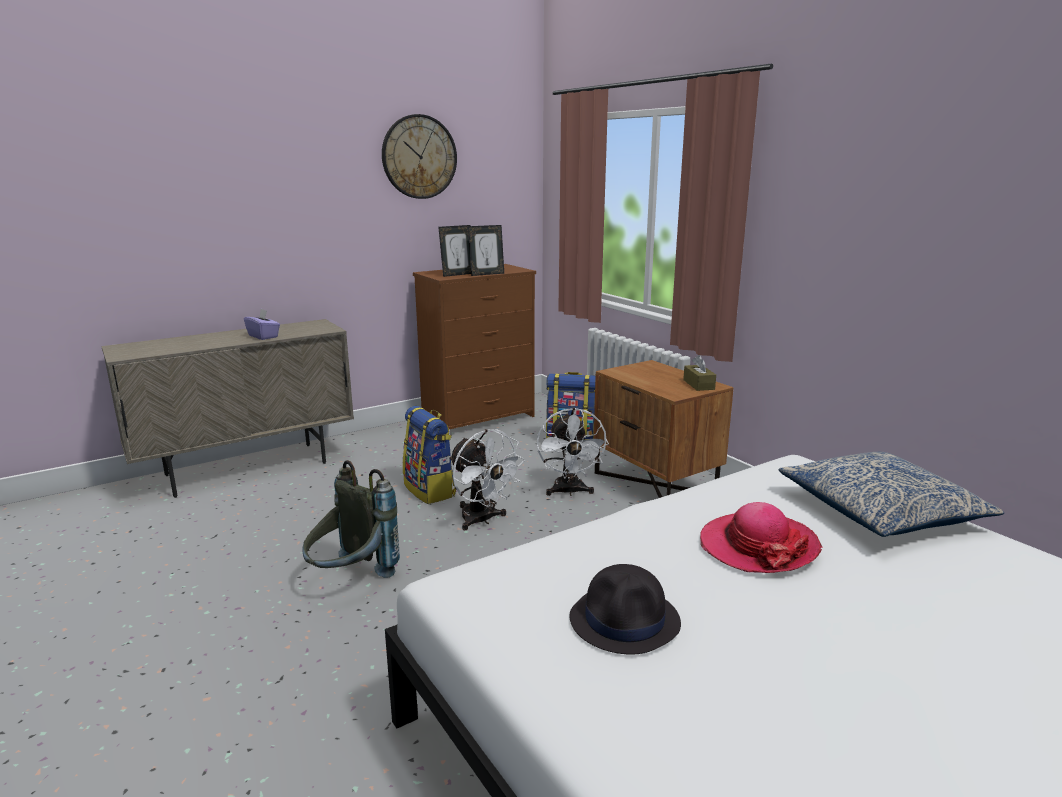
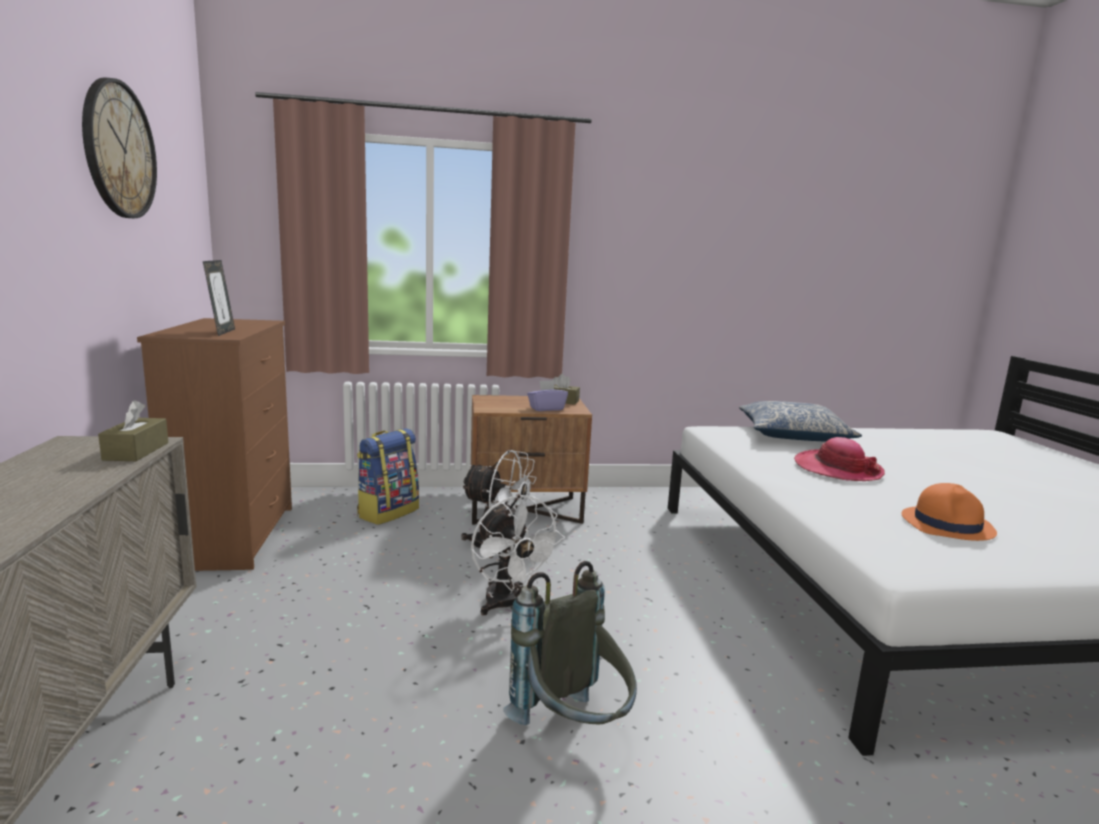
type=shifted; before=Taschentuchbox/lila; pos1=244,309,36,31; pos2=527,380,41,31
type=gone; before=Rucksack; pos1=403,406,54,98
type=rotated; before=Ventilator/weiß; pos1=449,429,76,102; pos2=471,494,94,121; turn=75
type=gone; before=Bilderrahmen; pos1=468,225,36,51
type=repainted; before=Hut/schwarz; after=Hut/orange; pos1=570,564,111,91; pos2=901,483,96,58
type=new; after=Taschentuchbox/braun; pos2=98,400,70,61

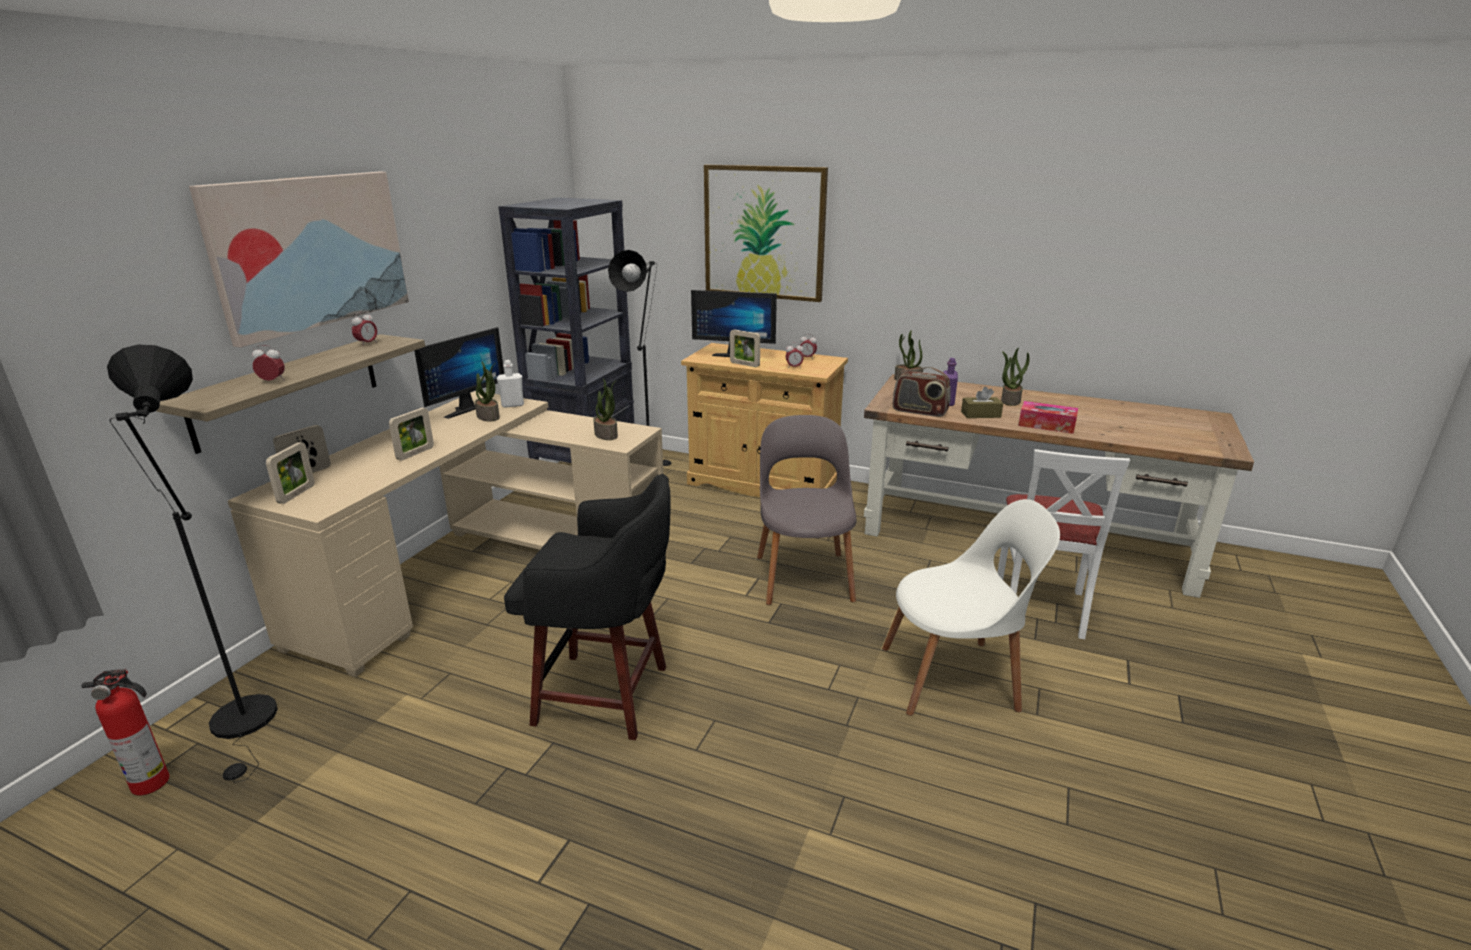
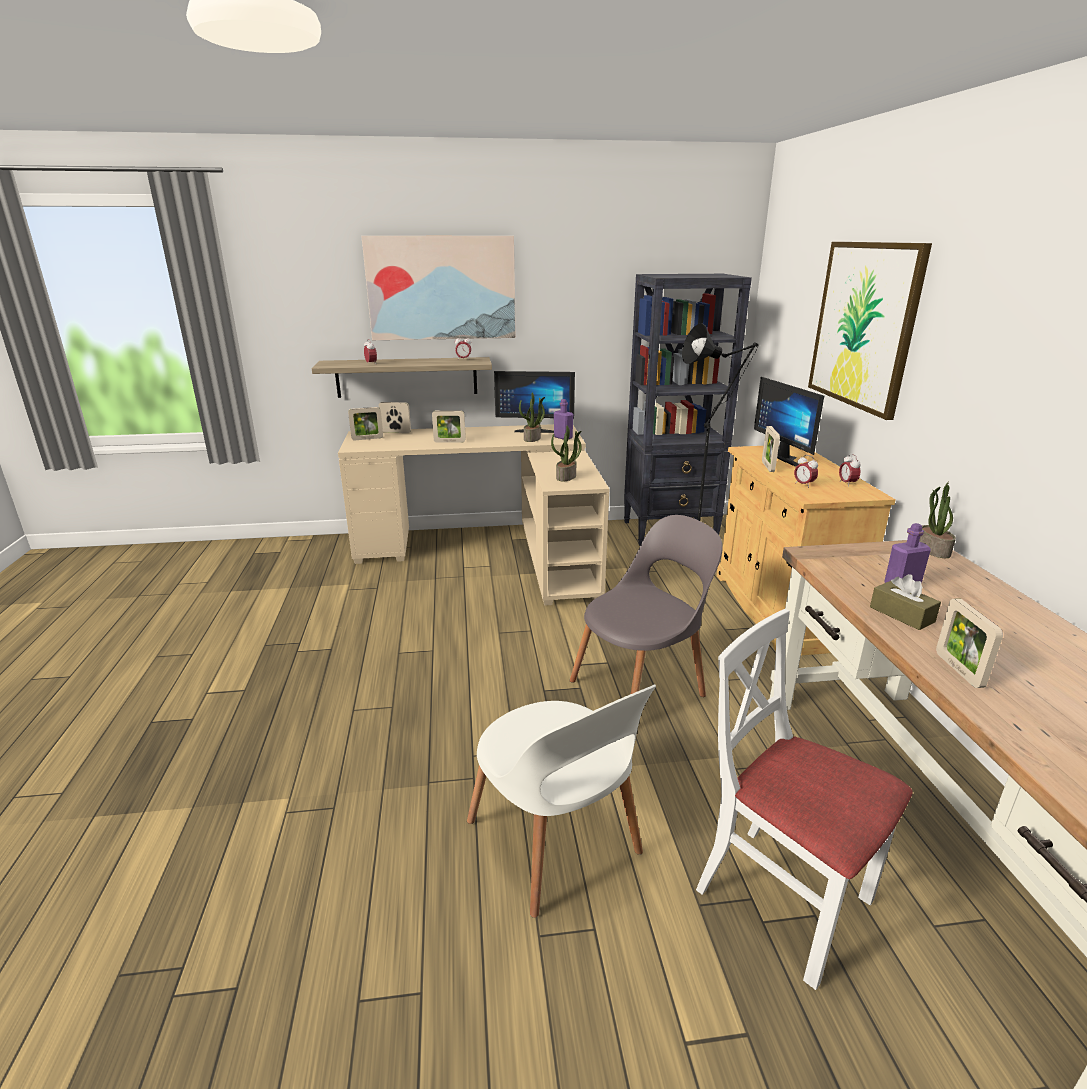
type=gone; before=Feuerlöscher; pos1=81,669,88,127
type=gone; before=Stehlampe/schwarz; pos1=107,345,171,437
type=repainted; before=Flasche/weiß; after=Flasche/lila; pos1=497,360,27,48; pos2=554,399,19,41
type=gone; before=Hocker/schwarz; pos1=504,474,167,266
type=gone; before=Radio; pos1=893,367,57,50
type=rotated; before=Stuhl/weiß; pos1=997,449,133,190; pos2=696,609,217,381; turn=60
type=gone; before=Topfpflanze; pos1=1001,348,29,58
type=swapped; before=Taschentuchbox; after=Bilderrahmen; pos1=1019,401,59,33; pos2=936,599,67,89

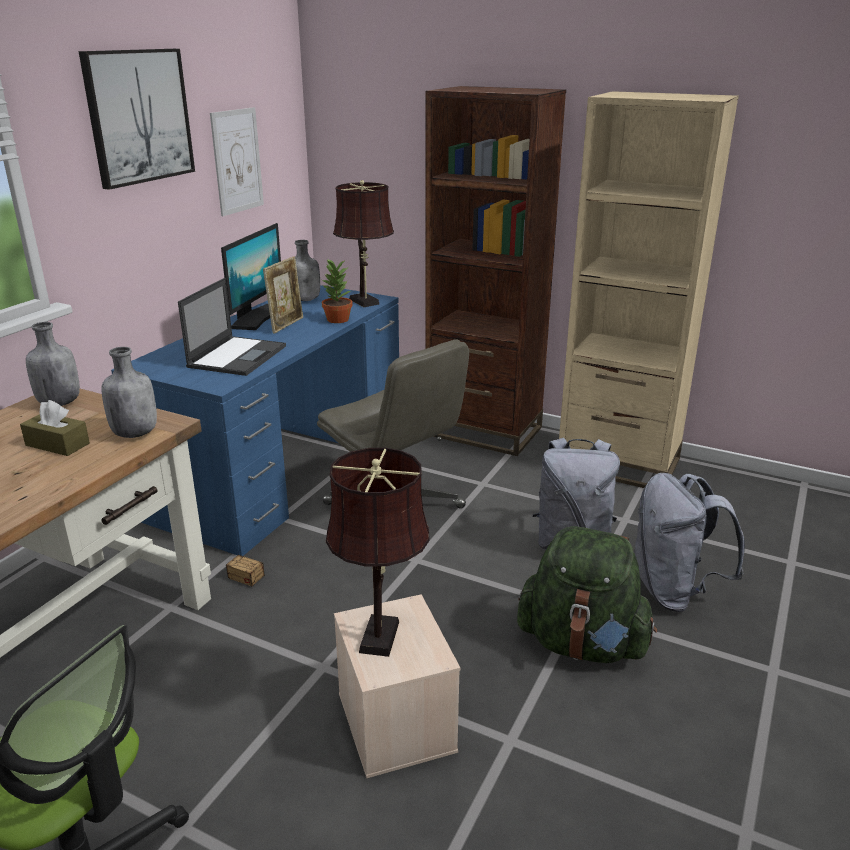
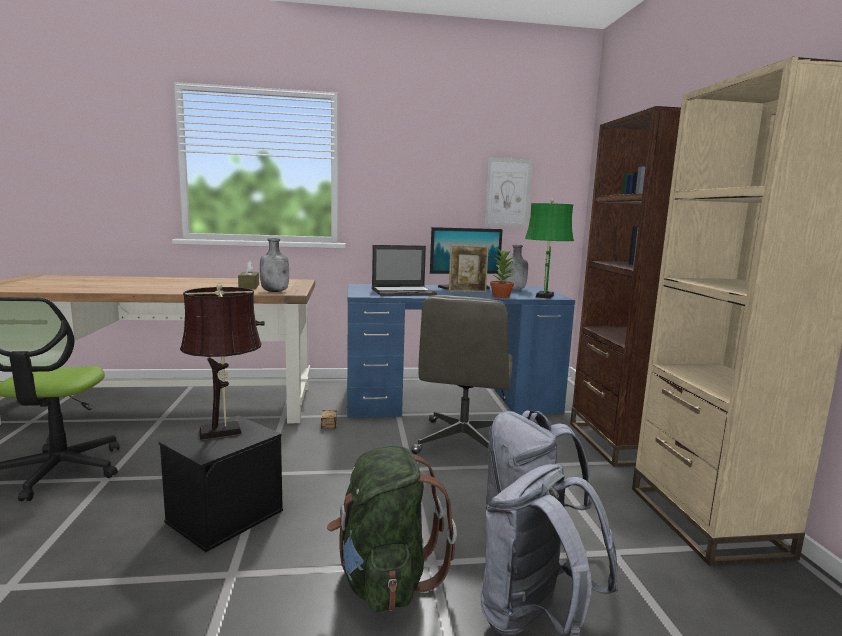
type=gone; before=Flasche/grau; pos1=26,322,54,84
type=gone; before=Bild; pos1=79,49,116,141
type=repainted; before=Tischlampe/braun; after=Tischlampe/grün; pos1=333,180,61,127; pos2=525,199,49,100
type=repainted; before=Aufbewahrungsbox/beige; after=Aufbewahrungsbox/schwarz; pos1=334,594,126,184; pos2=159,415,124,137

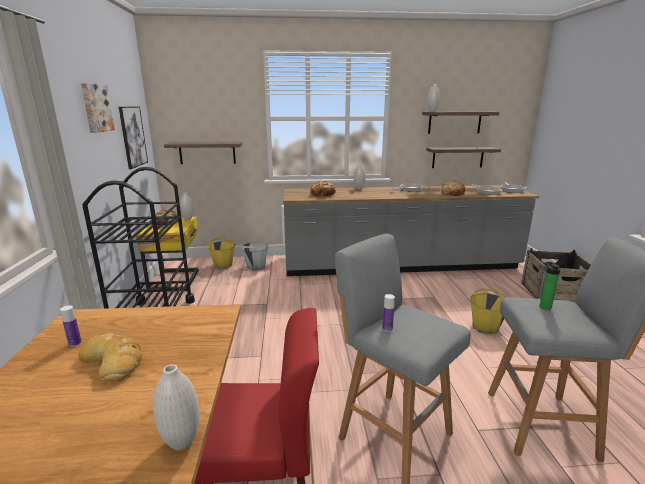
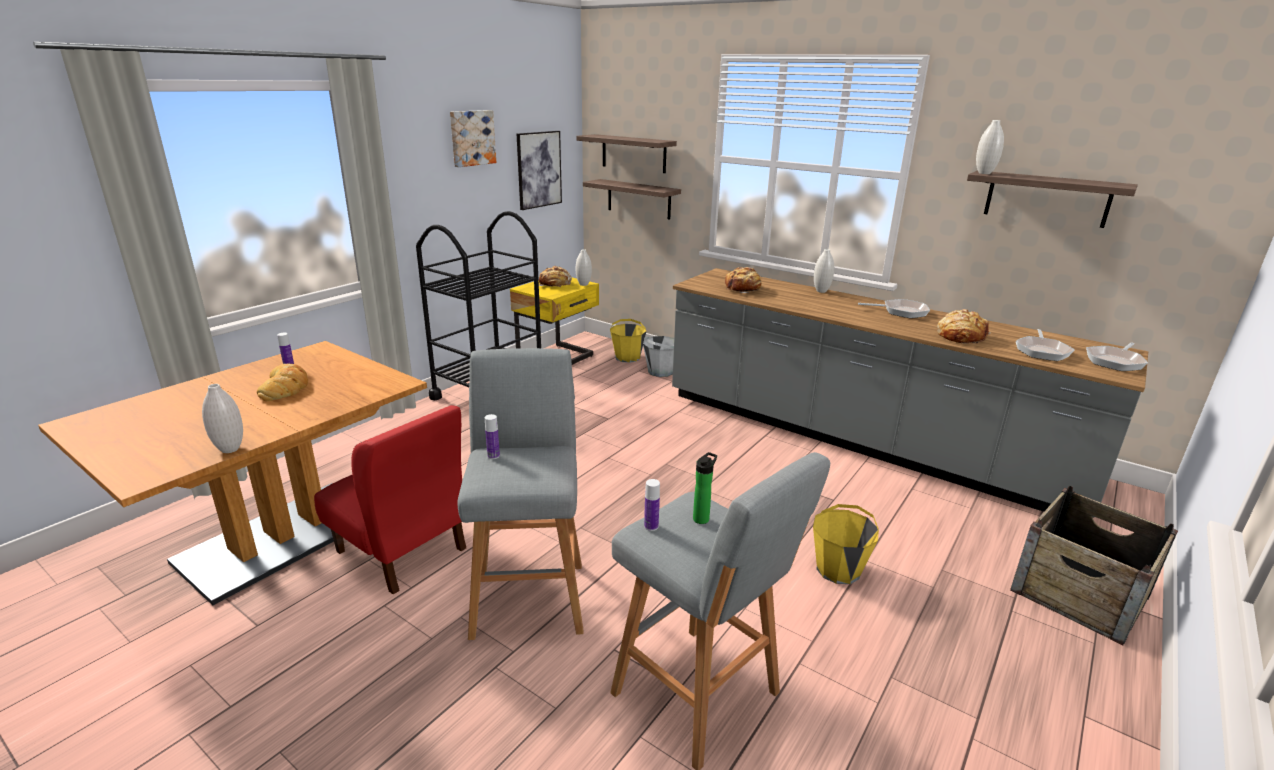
type=shifted; before=Wandregal; pos1=426,147,75,21; pos2=576,134,101,39
type=new; after=Flasche; pos2=644,479,16,52

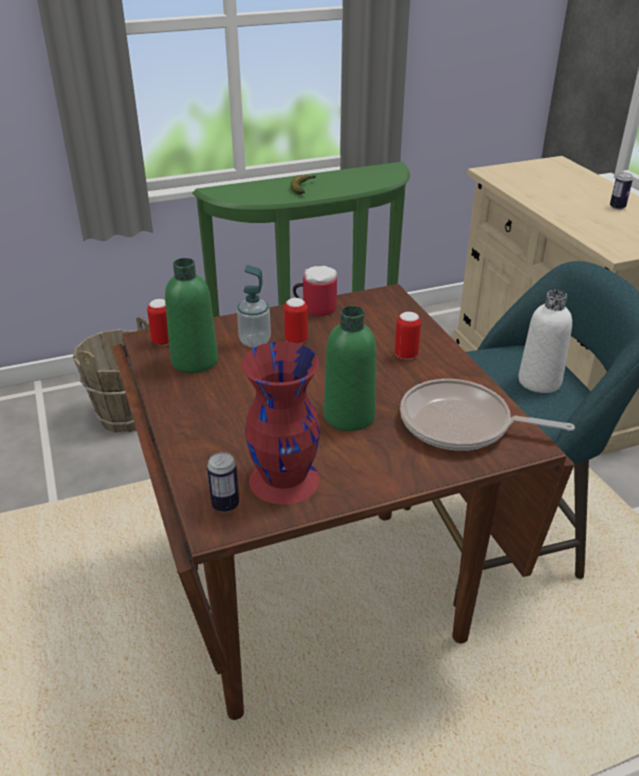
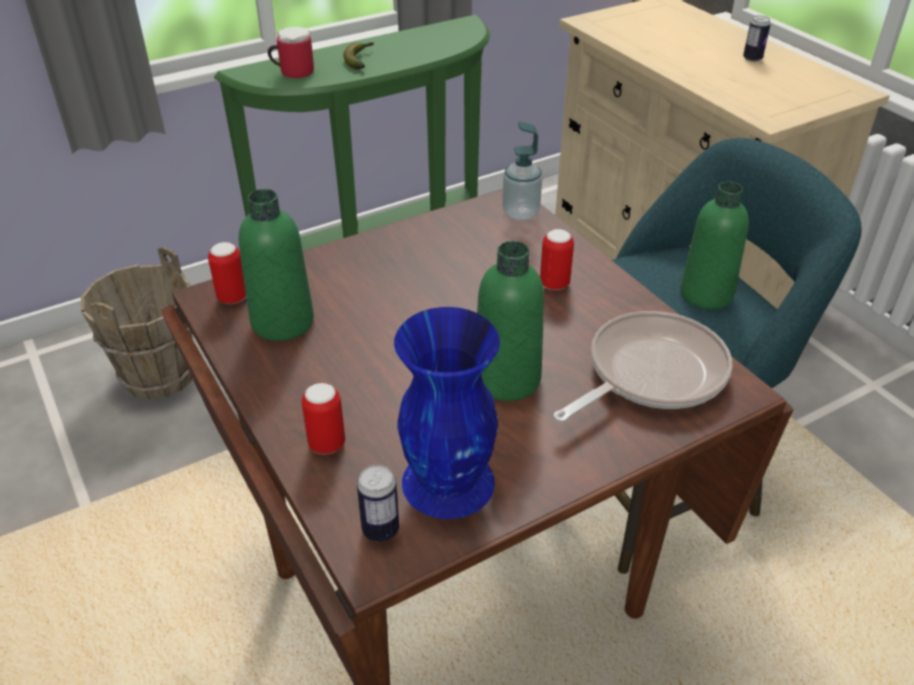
type=shifted; before=Seifenspender; pos1=237,265,34,83; pos2=502,121,41,100
type=repainted; before=Vase/rot; after=Vase/blau; pos1=241,341,79,164; pos2=394,307,106,212
type=shifted; before=Dose; pos1=284,298,24,46; pos2=301,383,44,71
type=shifted; before=Henkelbecher; pos1=293,266,44,50; pos2=268,27,46,51
type=rotated; before=Pfanne; pos1=400,379,175,72; pos2=553,311,180,112; turn=135
type=repainted; before=Flasche/weiß; after=Flasche/grün; pos1=518,290,54,103; pos2=680,182,69,127

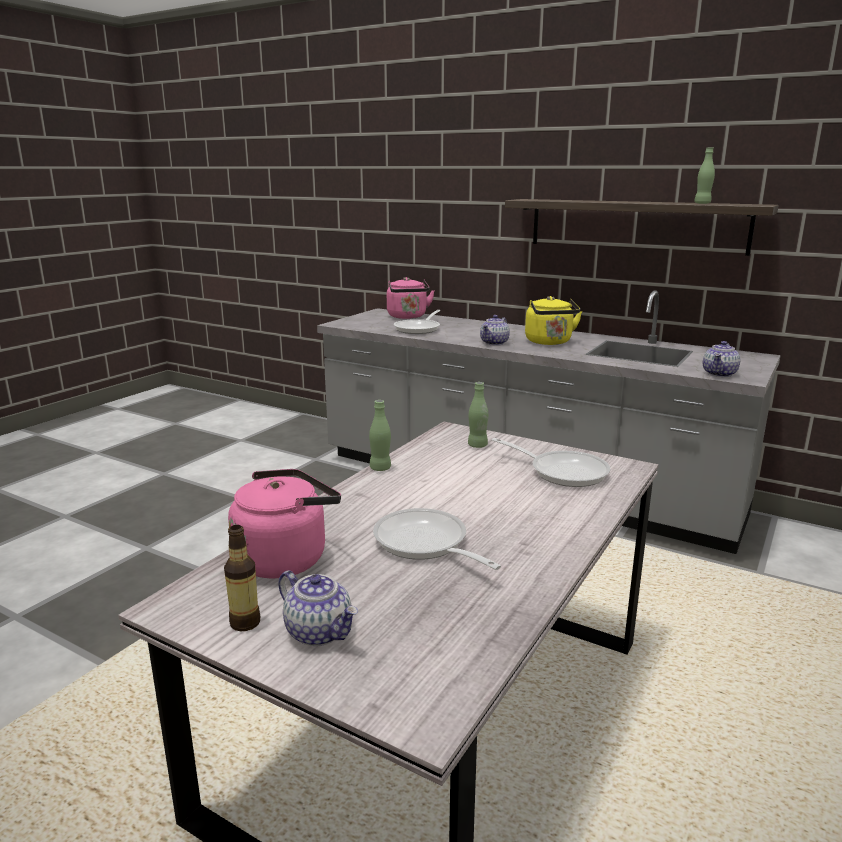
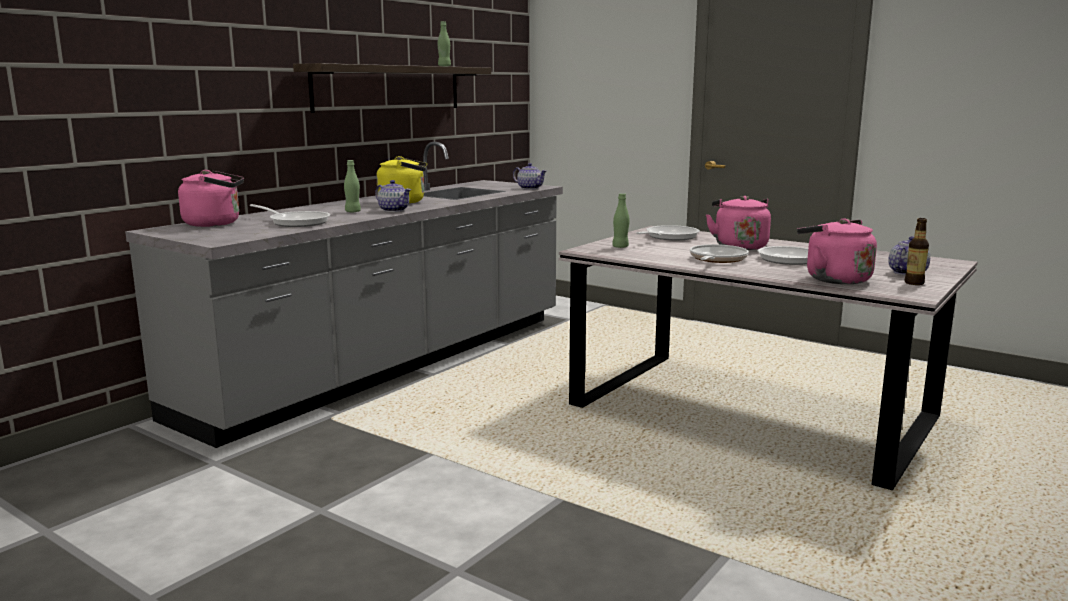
type=shifted; before=Flasche/grün; pos1=369,400,22,71; pos2=344,160,17,52
type=new; after=Pfanne; pos2=690,244,59,19
type=new; after=Wasserkessel/rosa; pos2=706,196,65,54

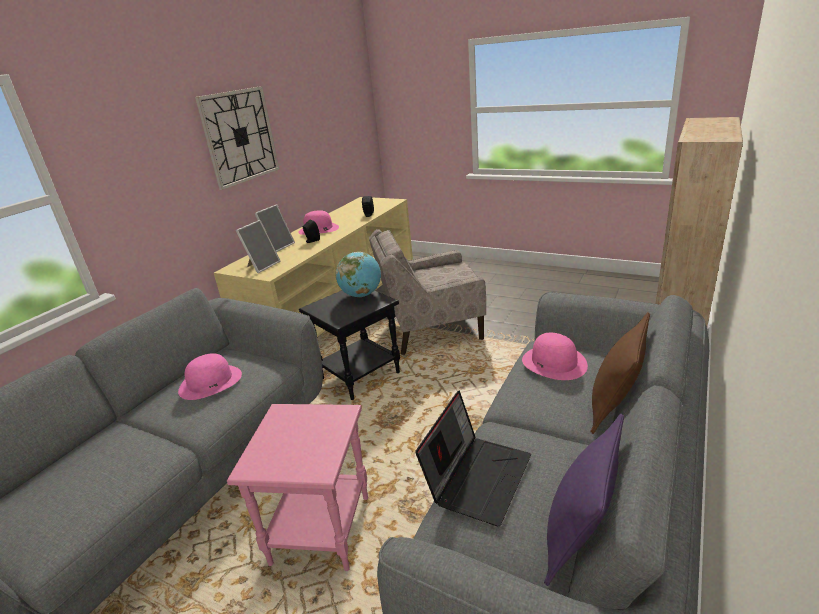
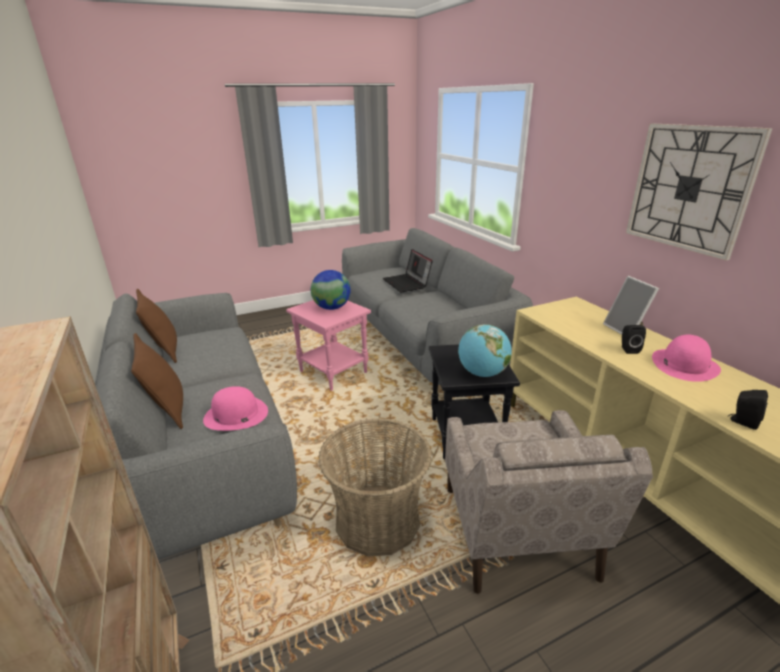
type=gone; before=Hut/rosa; pos1=178,353,64,47
type=gone; before=Bilderrahmen; pos1=236,220,45,53
type=rotated; before=Sessel/beige; pos1=369,229,117,126; pos2=445,410,208,184; turn=150
type=shifted; before=Laptop; pos1=415,390,116,136; pos2=383,249,49,44
type=repainted; before=Kissen/lila; after=Kissen/braun; pos1=544,414,80,172; pos2=136,289,41,74
type=new; after=Globus; pos2=311,270,40,40
type=new; after=Korb; pos2=318,418,114,138

